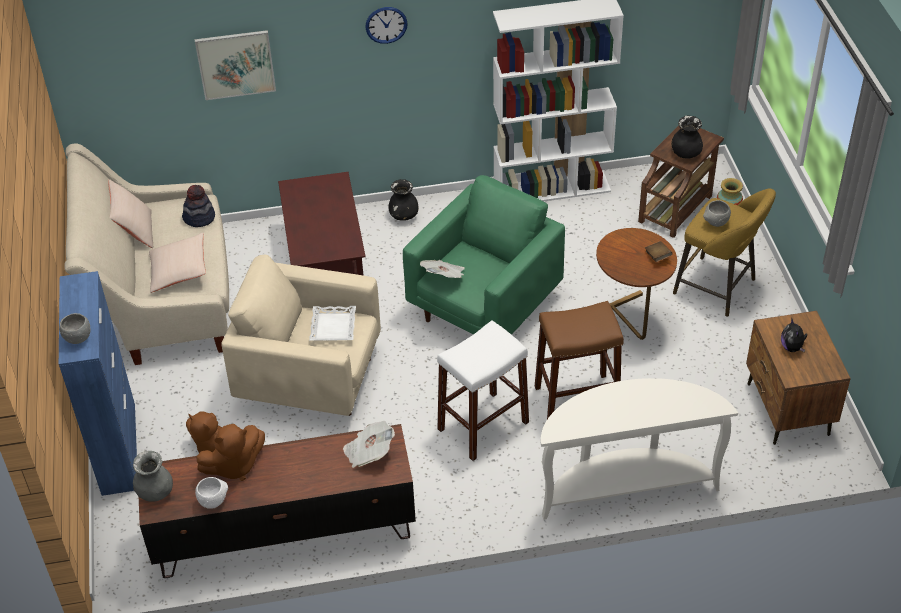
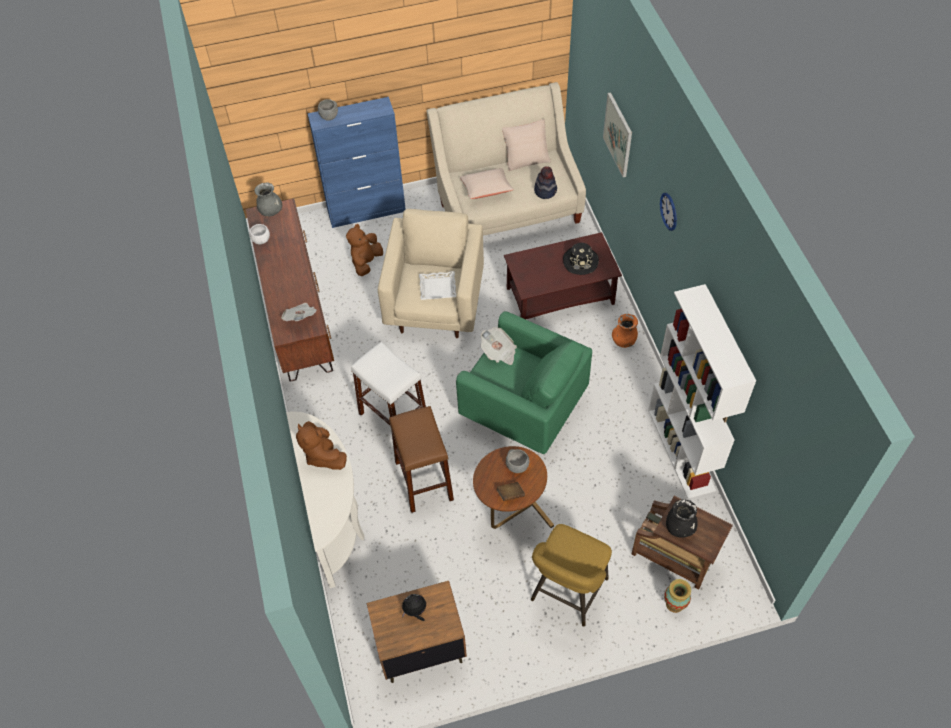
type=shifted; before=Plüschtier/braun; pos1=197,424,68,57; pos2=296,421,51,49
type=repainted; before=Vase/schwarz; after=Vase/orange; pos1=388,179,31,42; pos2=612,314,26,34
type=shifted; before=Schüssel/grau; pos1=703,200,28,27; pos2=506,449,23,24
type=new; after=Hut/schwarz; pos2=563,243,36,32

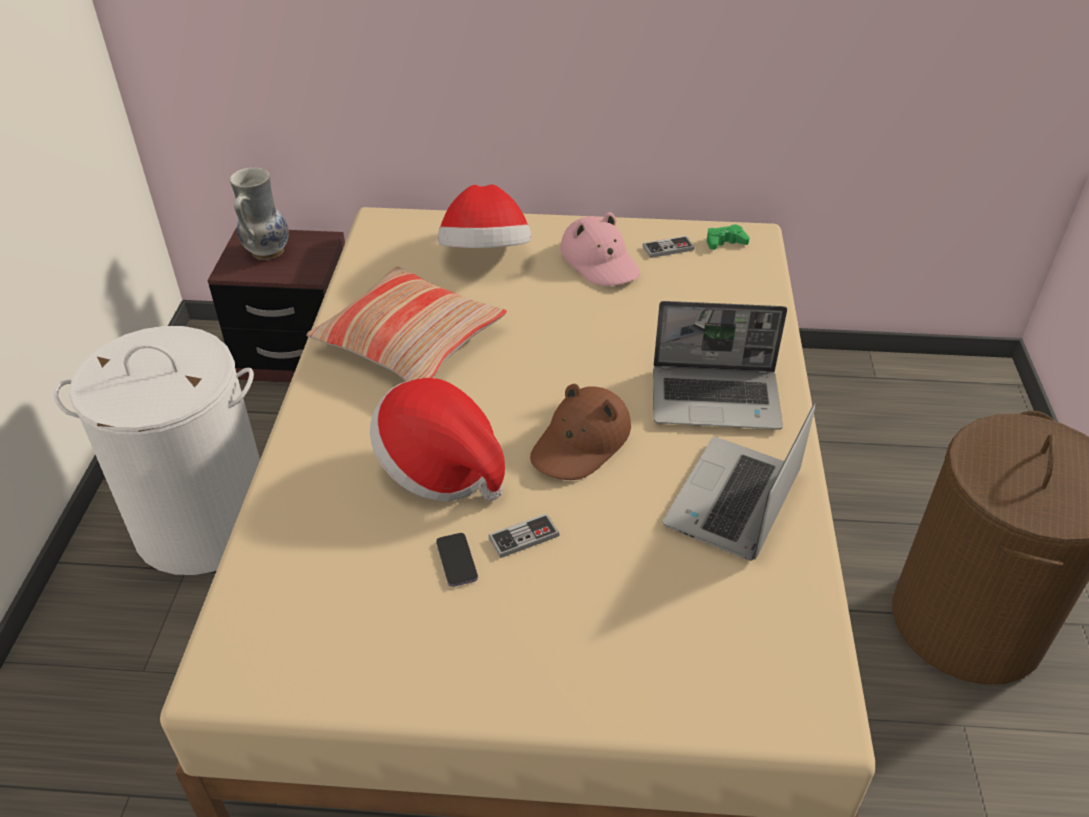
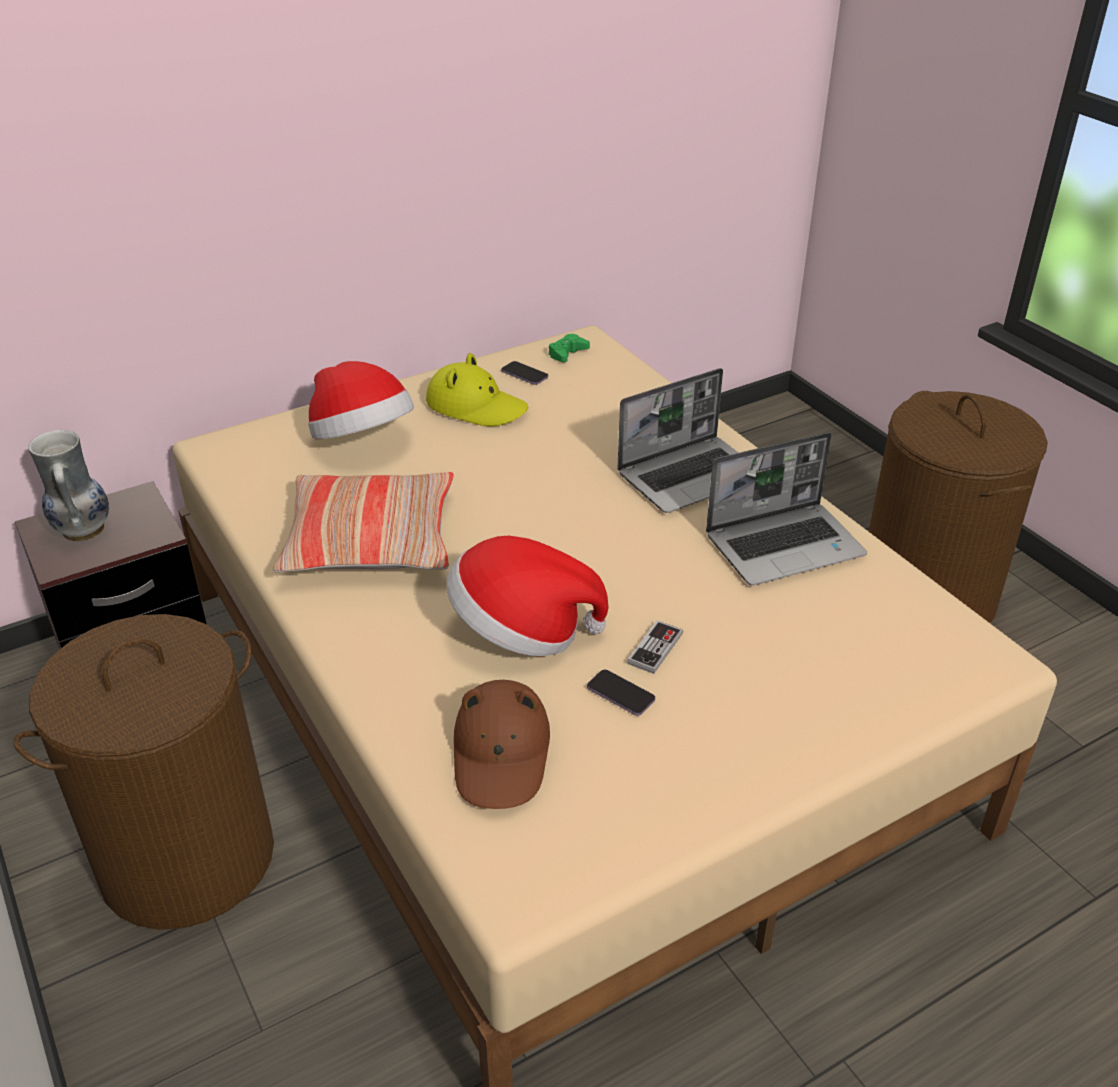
type=repainted; before=Wäschekorb/weiß; after=Wäschekorb/braun; pos1=53,326,207,249; pos2=14,614,260,316
type=shifted; before=Hut/braun; pos1=530,384,101,96; pos2=454,680,96,129
type=repainted; before=Hut/rosa; after=Hut/gelb; pos1=560,212,80,74; pos2=426,353,102,74
type=swapped; before=Gamepad; after=Handy; pos1=643,236,52,22; pos2=501,361,47,24
type=rotated; before=Laptop; pos1=663,403,152,158; pos2=706,432,161,154; turn=-105

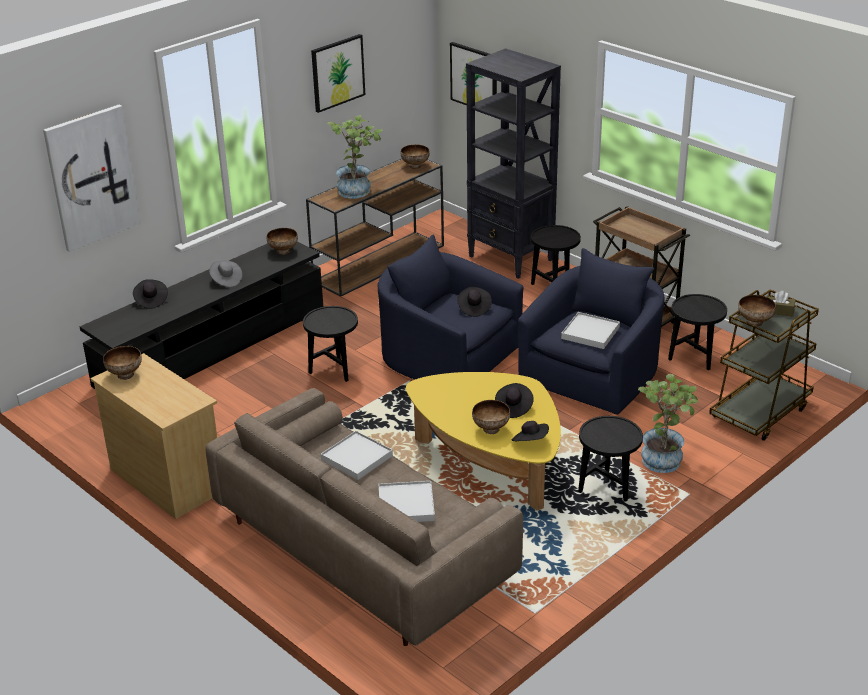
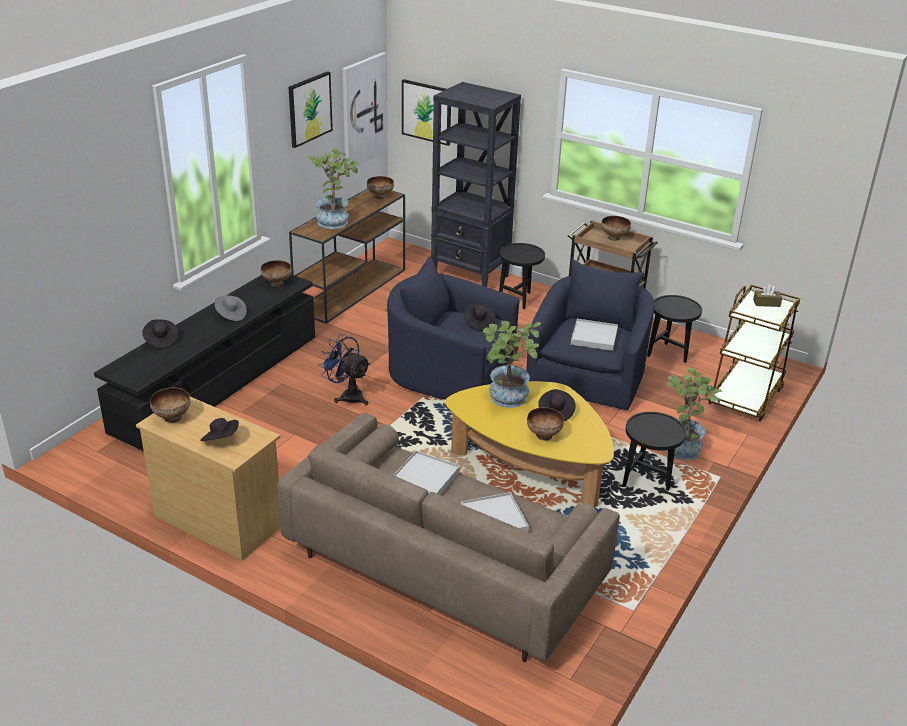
type=shifted; before=Bild; pos1=43,104,98,148; pos2=342,52,45,118
type=swapped; before=Beistelltisch/schwarz; after=Ventilator/blau; pos1=303,306,55,76; pos2=319,334,52,71
type=shifted; before=Hut/schwarz; pos1=512,421,37,20; pos2=200,418,39,23
type=shifted; before=Schüssel; pos1=738,295,38,32; pos2=601,216,30,25
type=new; after=Topfpflanze; pos2=483,321,58,87

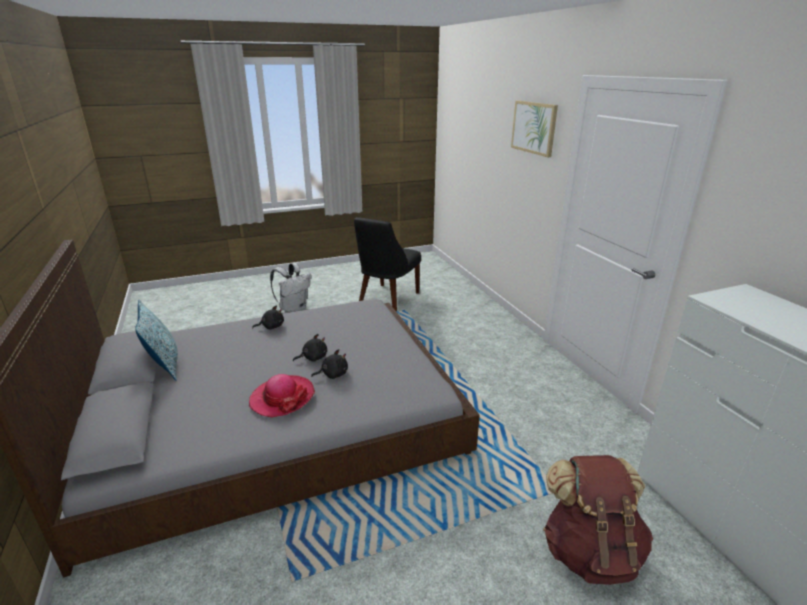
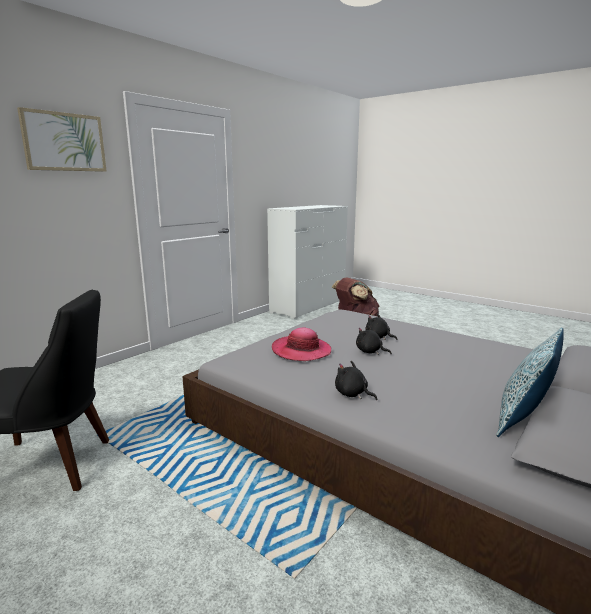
type=shifted; before=Hut; pos1=249,374,66,43; pos2=272,328,59,33
type=gone; before=Rucksack/weiß; pos1=270,263,41,50

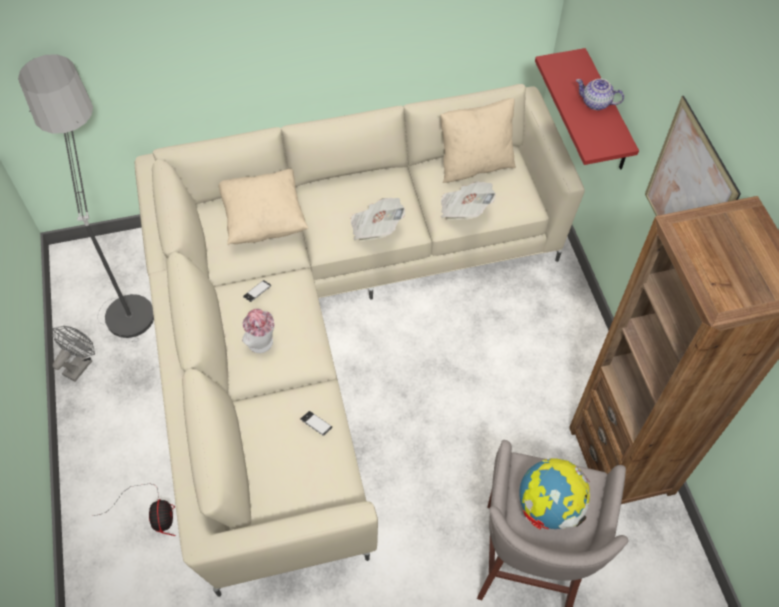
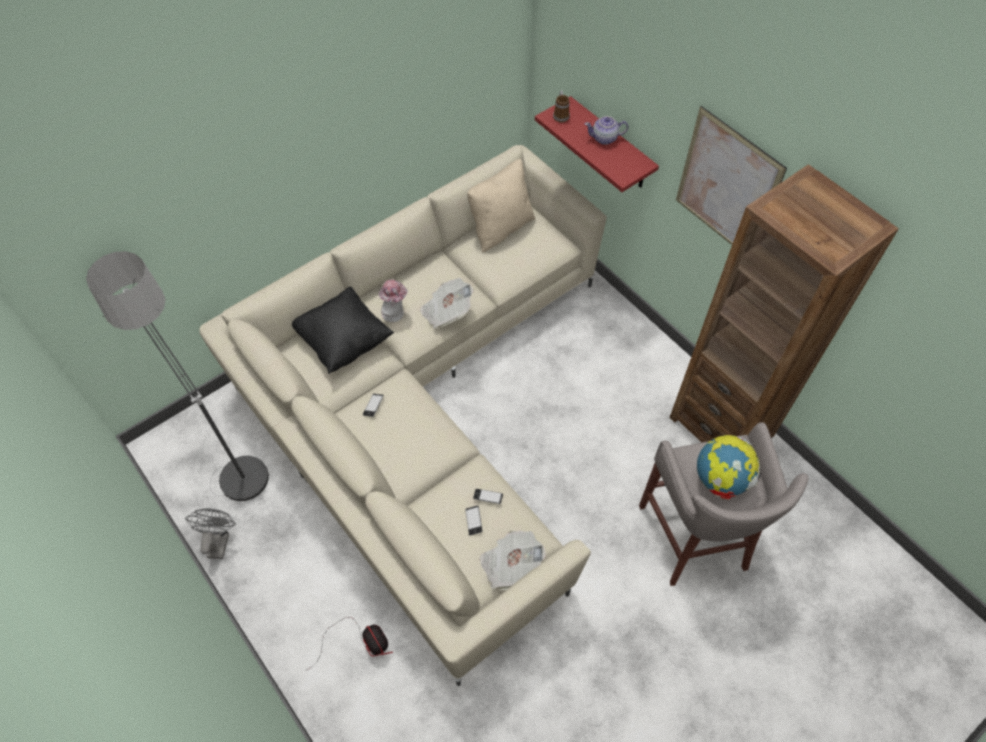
type=repainted; before=Kissen/beige; after=Kissen/schwarz; pos1=219,169,89,76; pos2=292,287,102,87
type=shifted; before=Hut; pos1=242,309,32,44; pos2=379,279,29,43
type=shifted; before=Zeitung; pos1=441,181,55,39; pos2=479,531,67,59
type=new; after=Handy; pos2=465,505,18,30
type=new; after=Henkelbecher; pos2=553,91,17,32

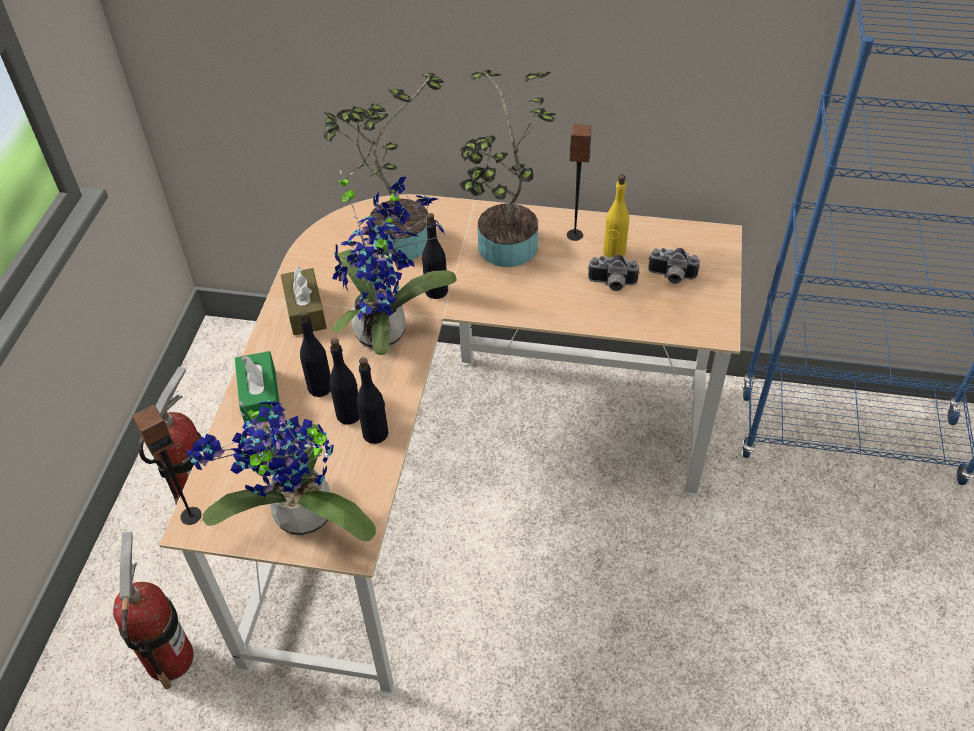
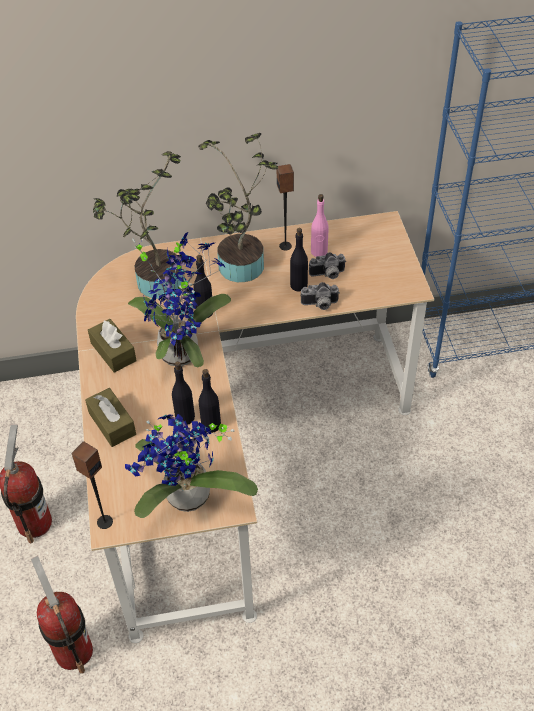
type=repainted; before=Taschentuchbox/grün; after=Taschentuchbox/braun; pos1=235,351,45,72; pos2=85,388,51,59
type=shifted; before=Flasche/schwarz; pos1=300,311,31,86; pos2=290,228,18,63
type=repainted; before=Flasche/gelb; after=Flasche/rosa; pos1=603,174,26,83; pos2=311,194,18,63
type=shifted; before=Kamera; pos1=648,248,52,36; pos2=300,282,40,28

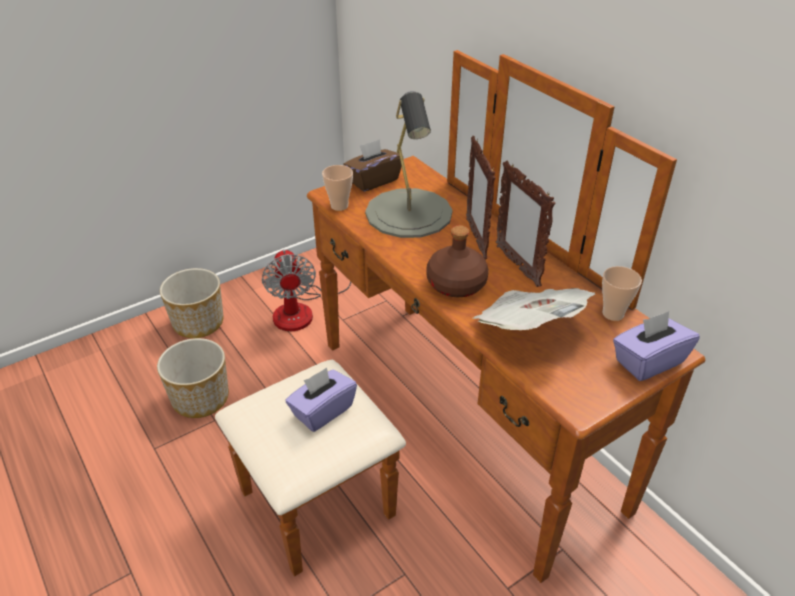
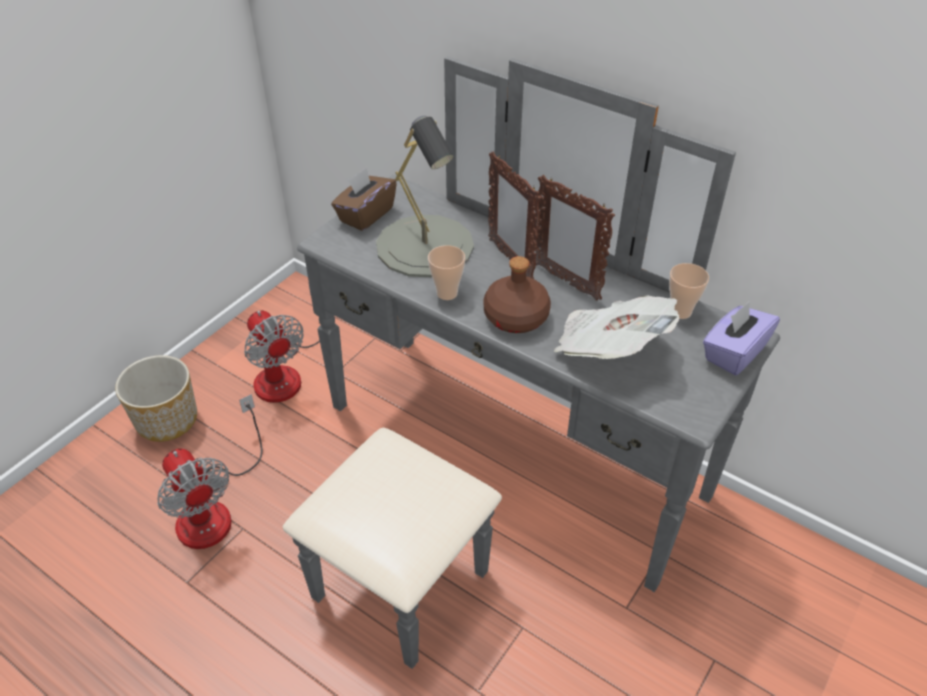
type=swapped; before=Pflanzkübel; after=Ventilator; pos1=157,338,72,80; pos2=157,394,106,155
type=repainted; before=Kommode/braun; after=Kommode/grau; pos1=215,50,490,533; pos2=283,56,497,613
type=gone; before=Taschentuchbox/lila; pos1=285,368,72,64
type=shifted; before=Tasse; pos1=322,165,31,46; pos2=428,245,37,55

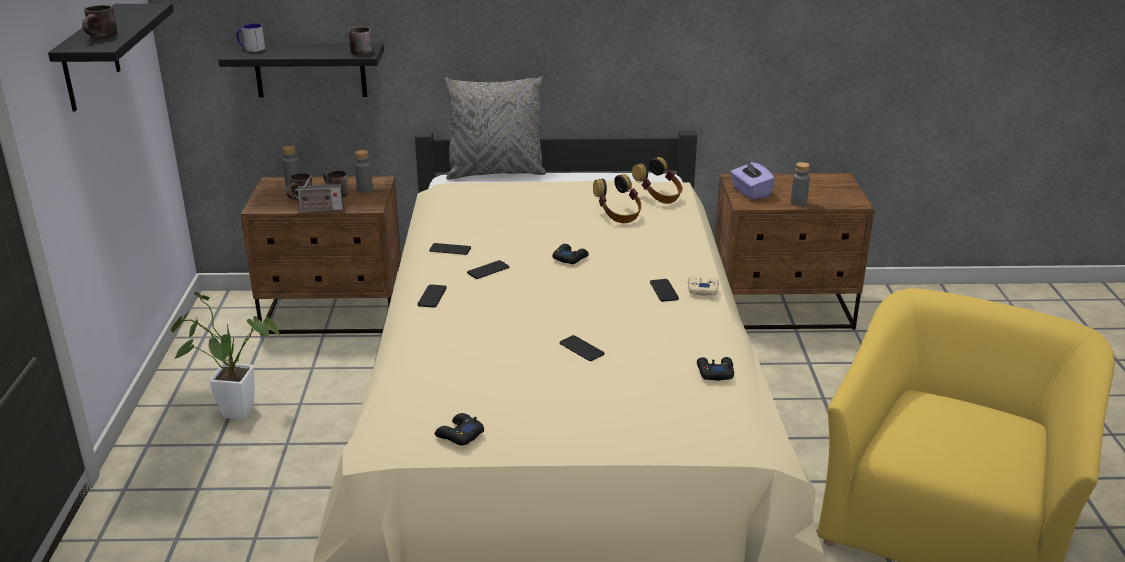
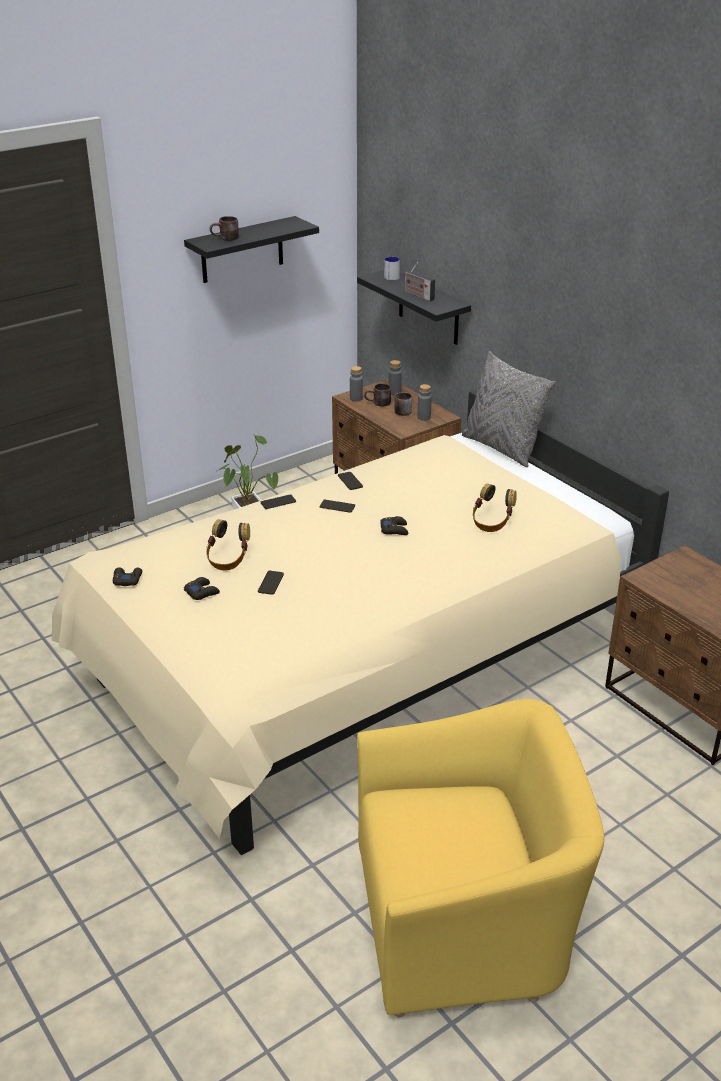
type=shifted; before=Radio; pos1=294,174,50,38; pos2=404,263,31,38
type=gone; before=Henkelbecher/braun; pos1=348,27,24,28
type=shifted; before=Kopfhörer; pos1=632,157,51,47; pos2=206,519,44,52
type=gone; before=Handy; pos1=650,279,29,23
type=gone; before=Gamepad/beige; pos1=688,276,31,20
type=shifted; before=Gamepad/schwarz; pos1=697,357,37,24; pos2=184,577,36,23
type=gone; before=Taschentuchbox/lila; pos1=730,160,45,40
type=shifted; before=Flasche/grau; pos1=791,162,19,44; pos2=350,366,13,36

